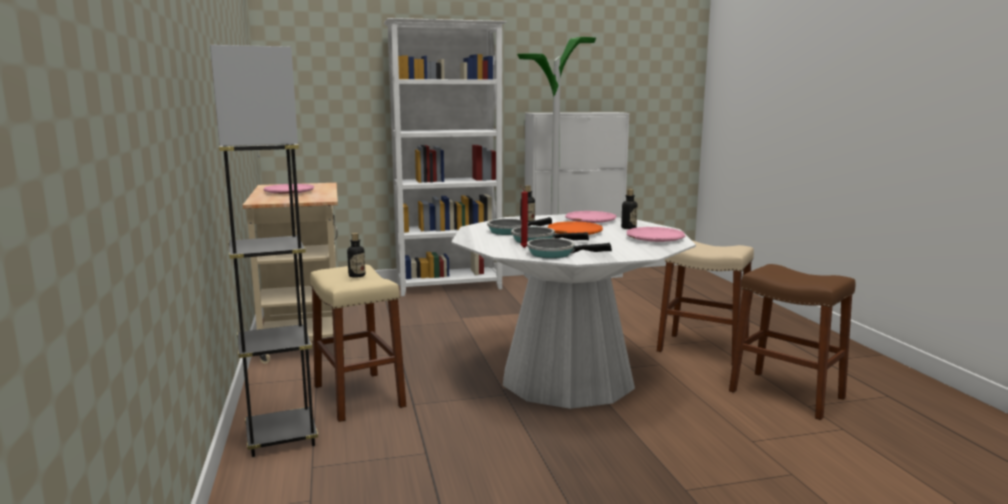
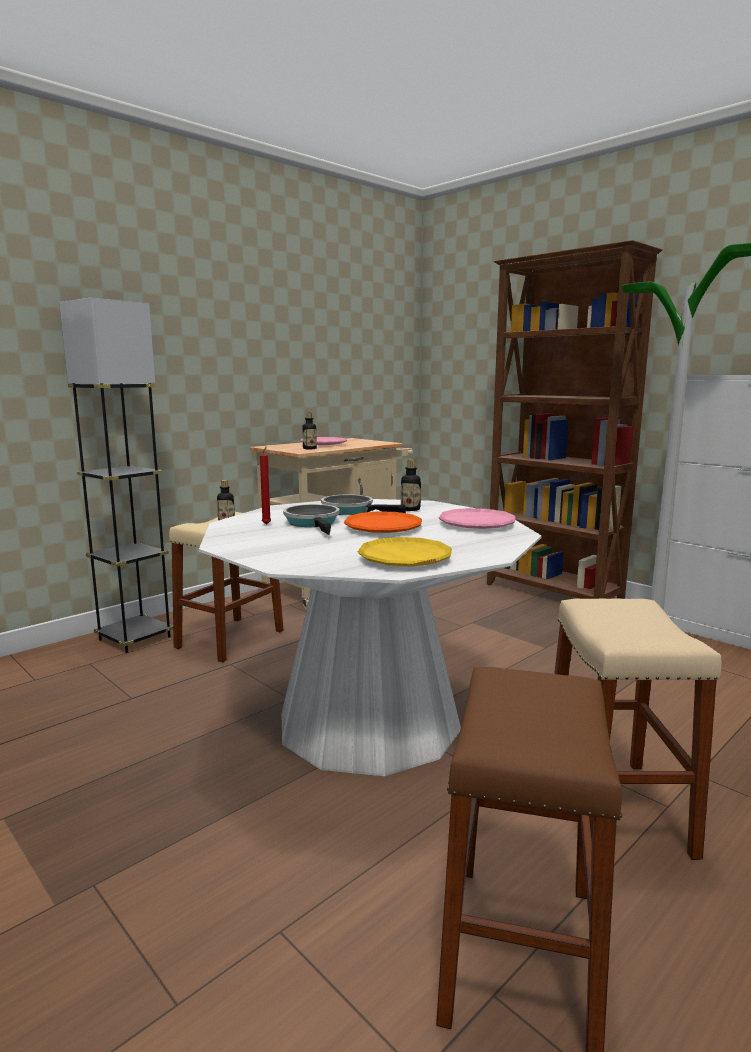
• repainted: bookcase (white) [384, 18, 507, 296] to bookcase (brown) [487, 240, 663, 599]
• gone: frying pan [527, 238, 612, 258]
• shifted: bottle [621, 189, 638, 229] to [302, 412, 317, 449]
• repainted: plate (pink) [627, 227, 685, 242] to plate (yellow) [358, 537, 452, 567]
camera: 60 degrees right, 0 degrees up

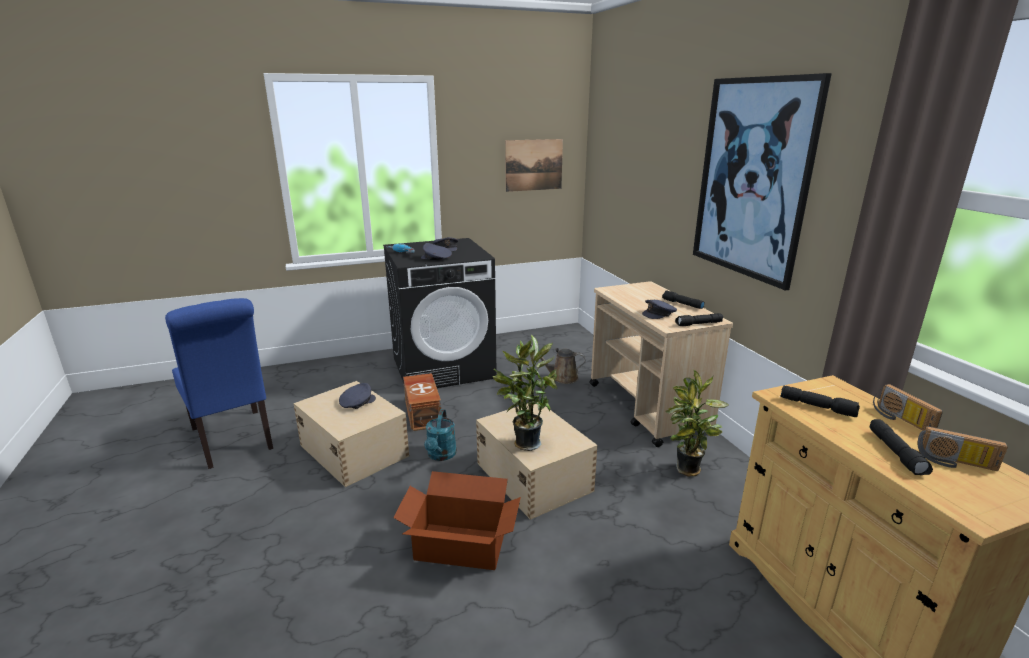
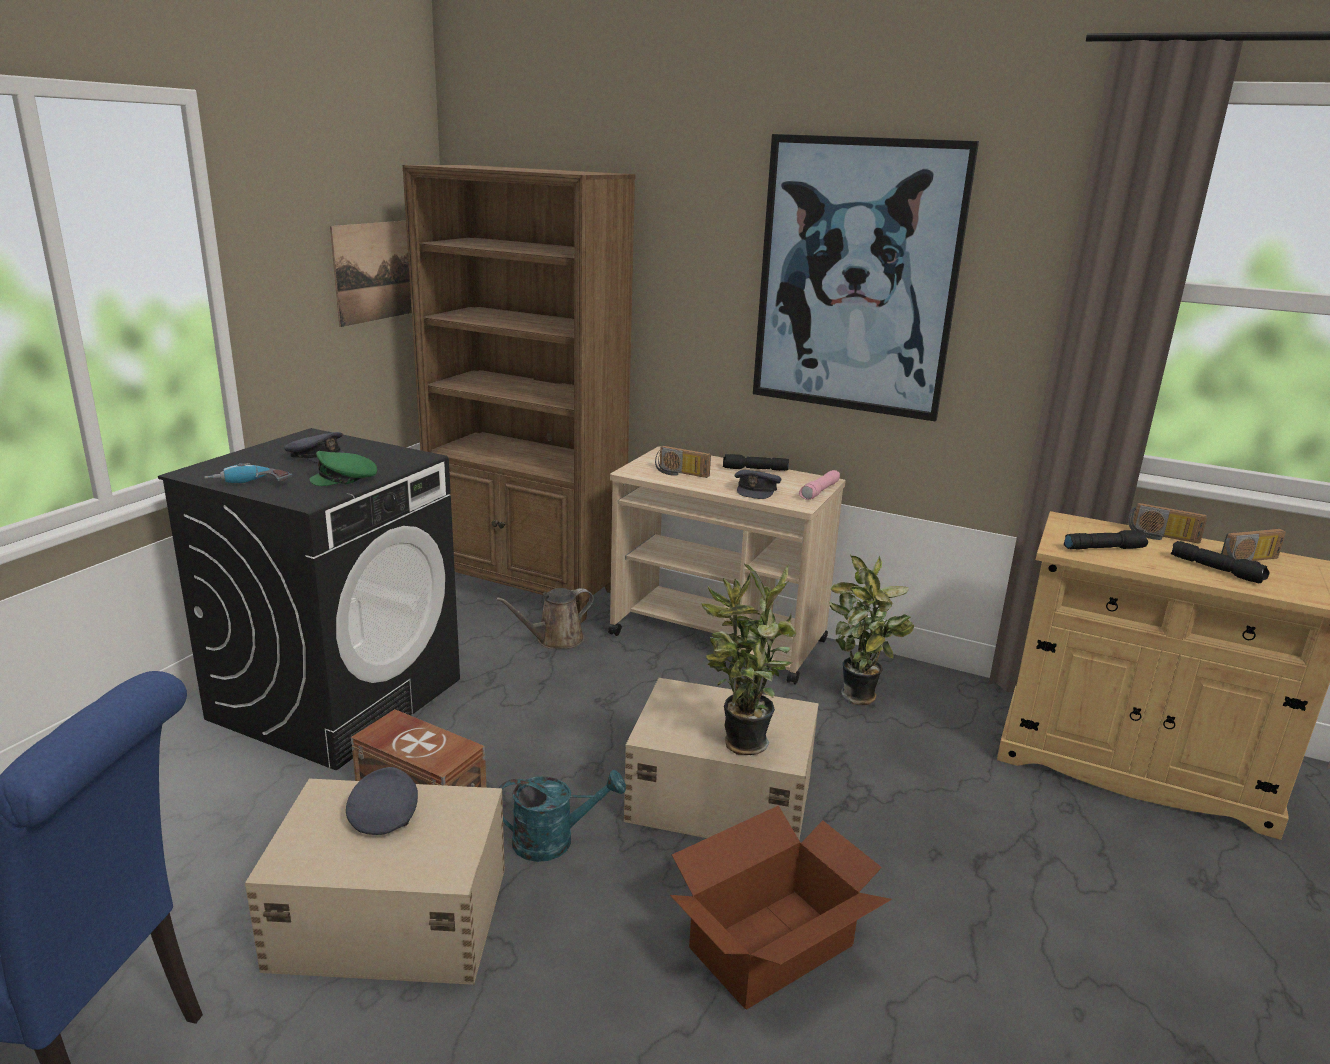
• repainted: cap (grey) [421, 243, 452, 260] to cap (green) [310, 451, 377, 486]
• rotated: watering can (turquoise) [424, 409, 457, 461] = [499, 770, 626, 862] 60 degrees counterclockwise
• repainted: flashlight (black) [675, 313, 723, 326] to flashlight (pink) [799, 470, 840, 500]
• new: bookcase (brown) [403, 165, 636, 623]
• new: radio [655, 446, 711, 478]
camera: 45 degrees left, 0 degrees up

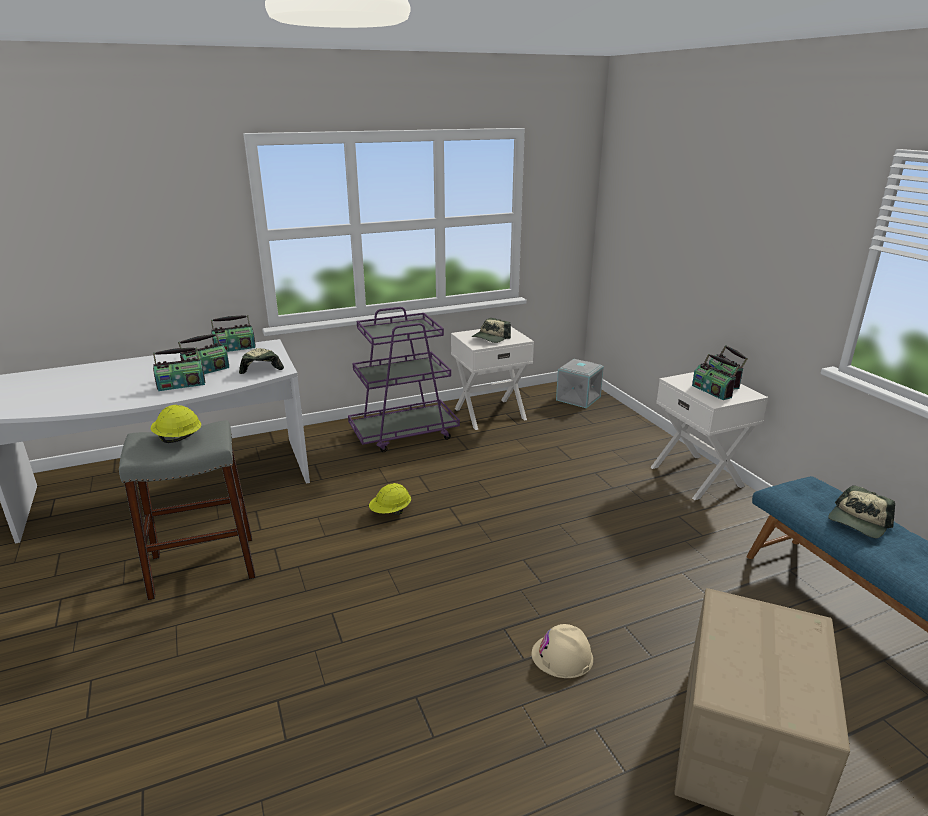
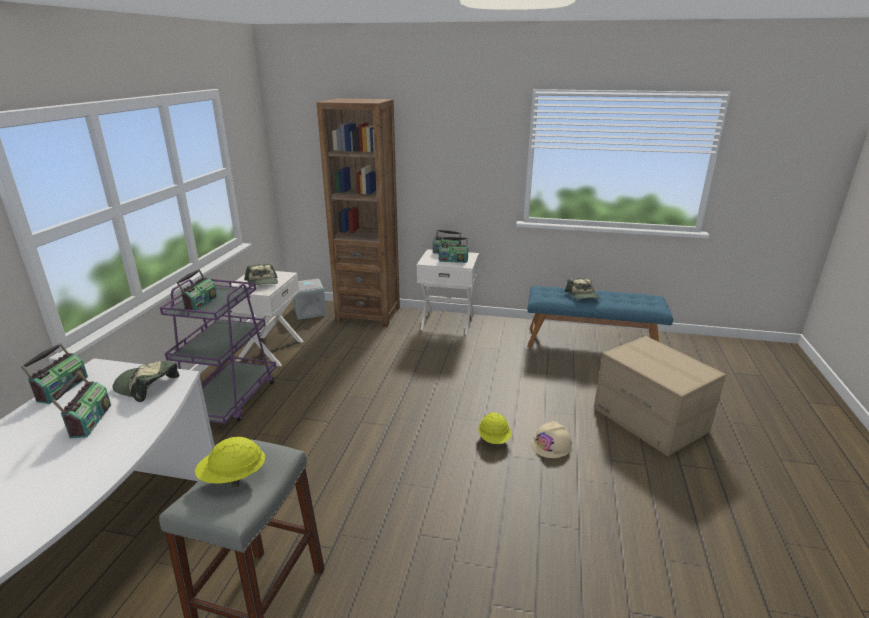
• shifted: radio [153, 347, 205, 391] to [176, 269, 217, 310]
• shifted: hard hat (yellow) [369, 483, 411, 515] to [478, 413, 511, 444]
• new: bookcase (brown) [317, 98, 400, 327]
camera: 55 degrees left, 0 degrees up

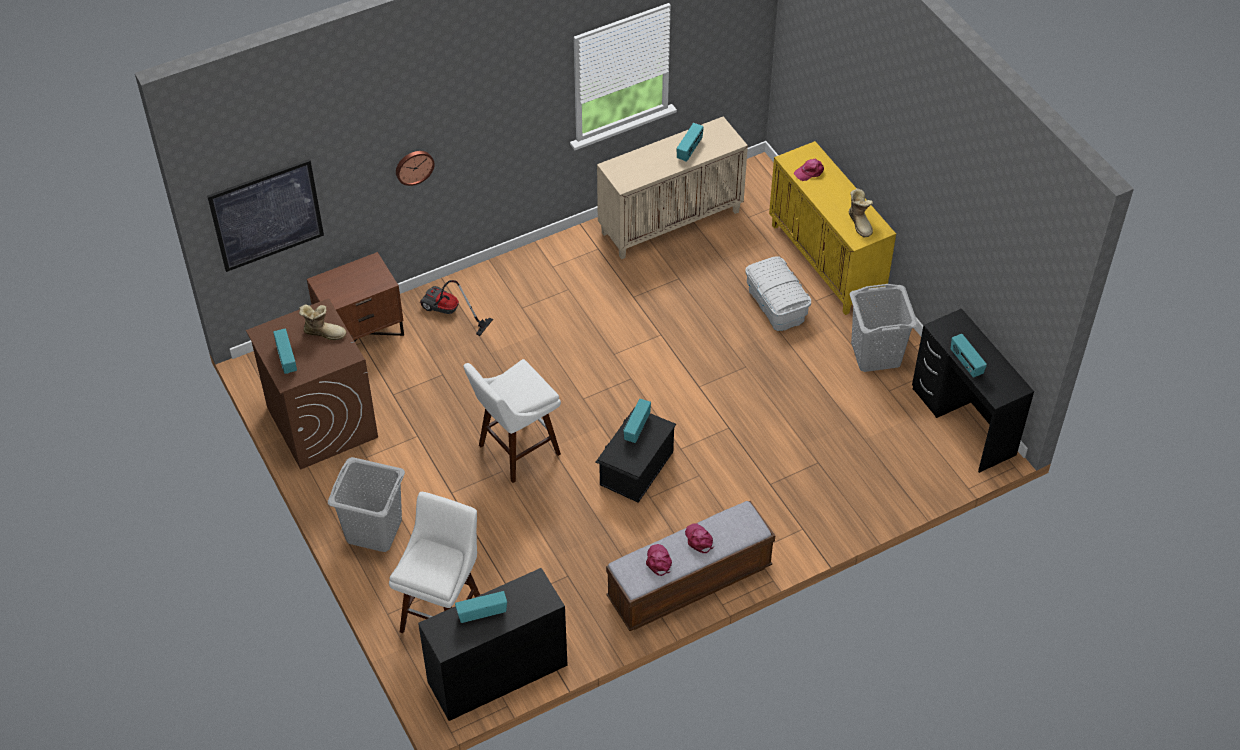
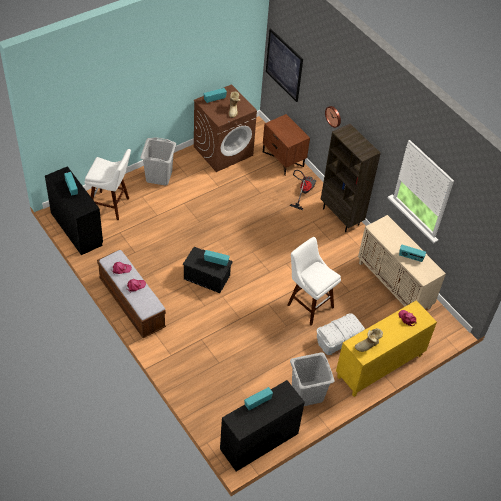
• shifted: stool (white) [463, 359, 561, 483] to [288, 237, 341, 326]
• new: bookcase (brown) [321, 124, 381, 232]
camera: 80 degrees right, 0 degrees up

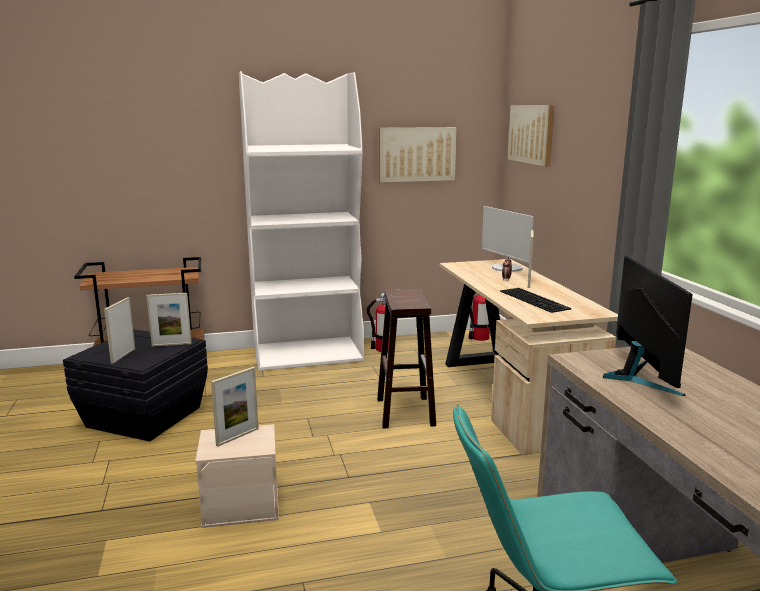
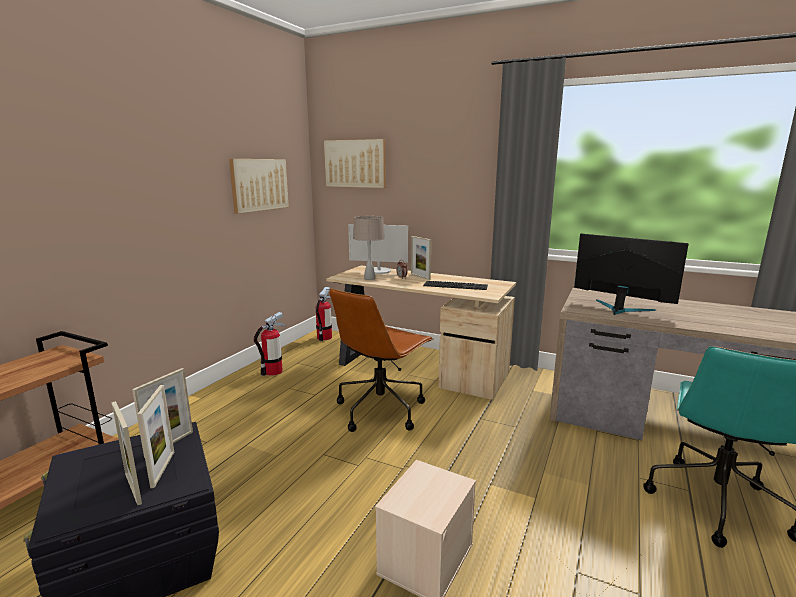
• shifted: picture frame [211, 367, 259, 447] to [137, 385, 174, 488]
• gone: bookcase (white) [239, 71, 364, 371]
• swapped: stool (brown) [377, 289, 436, 428] to office chair (brown) [329, 288, 433, 432]
• new: table lamp (beige) [353, 216, 385, 280]
camera: 50 degrees left, 0 degrees up

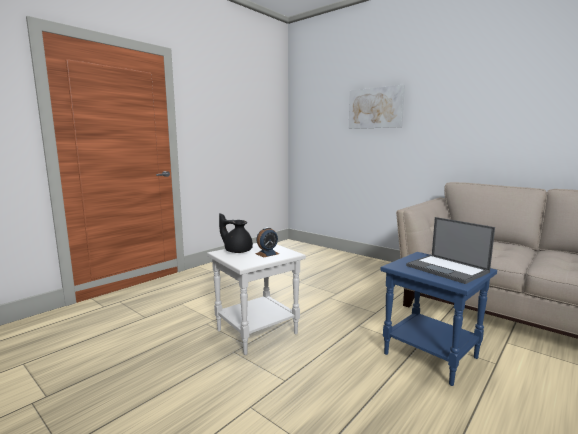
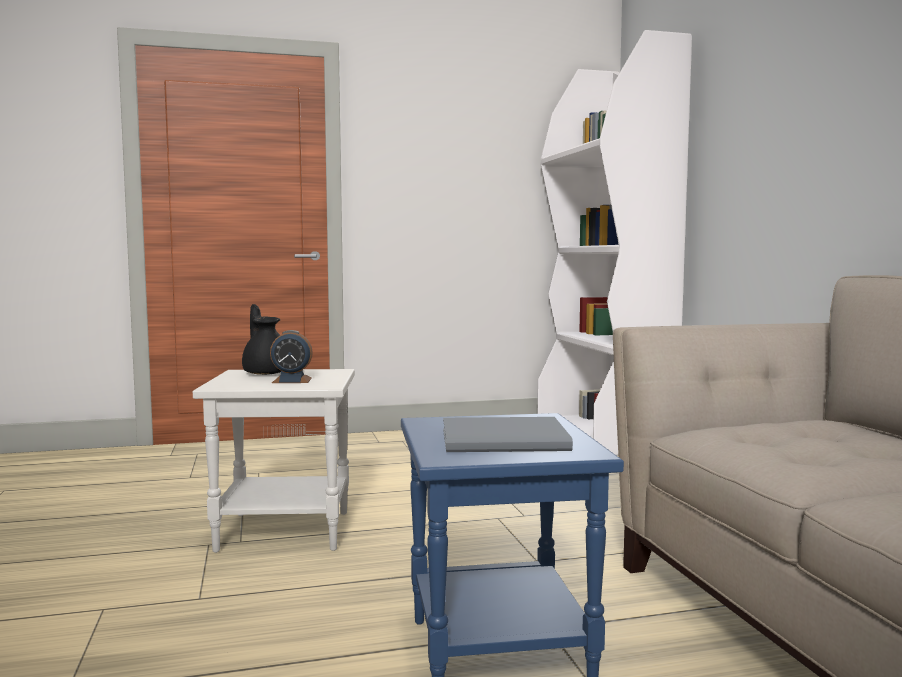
• gone: picture [349, 85, 405, 129]
• swapped: laptop [406, 217, 495, 284] to book (grey) [443, 417, 573, 452]
• new: bookcase (white) [537, 30, 692, 456]
camera: 35 degrees right, 5 degrees down

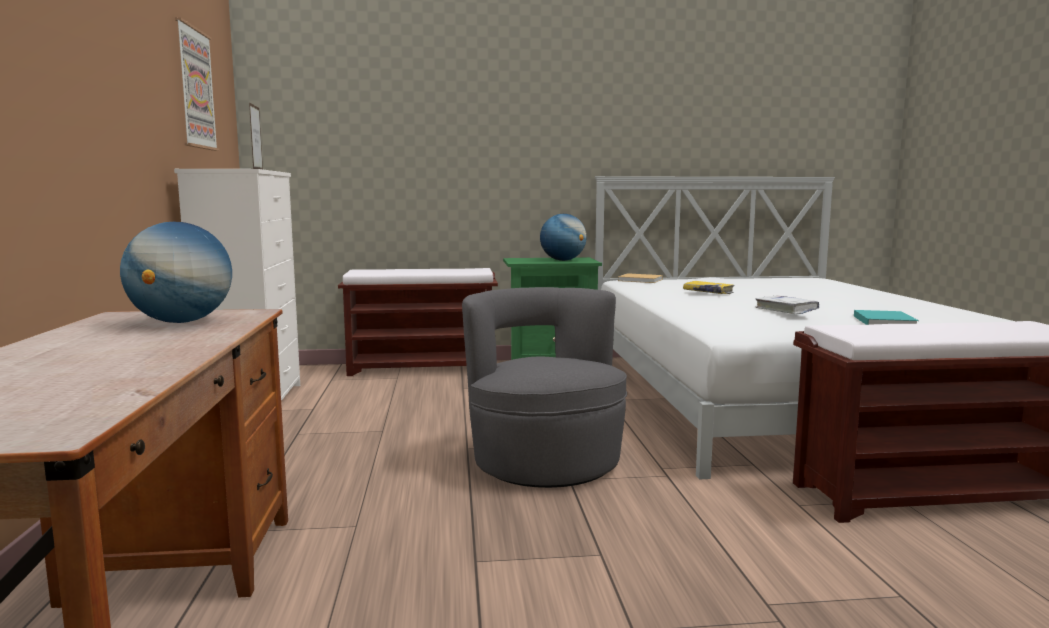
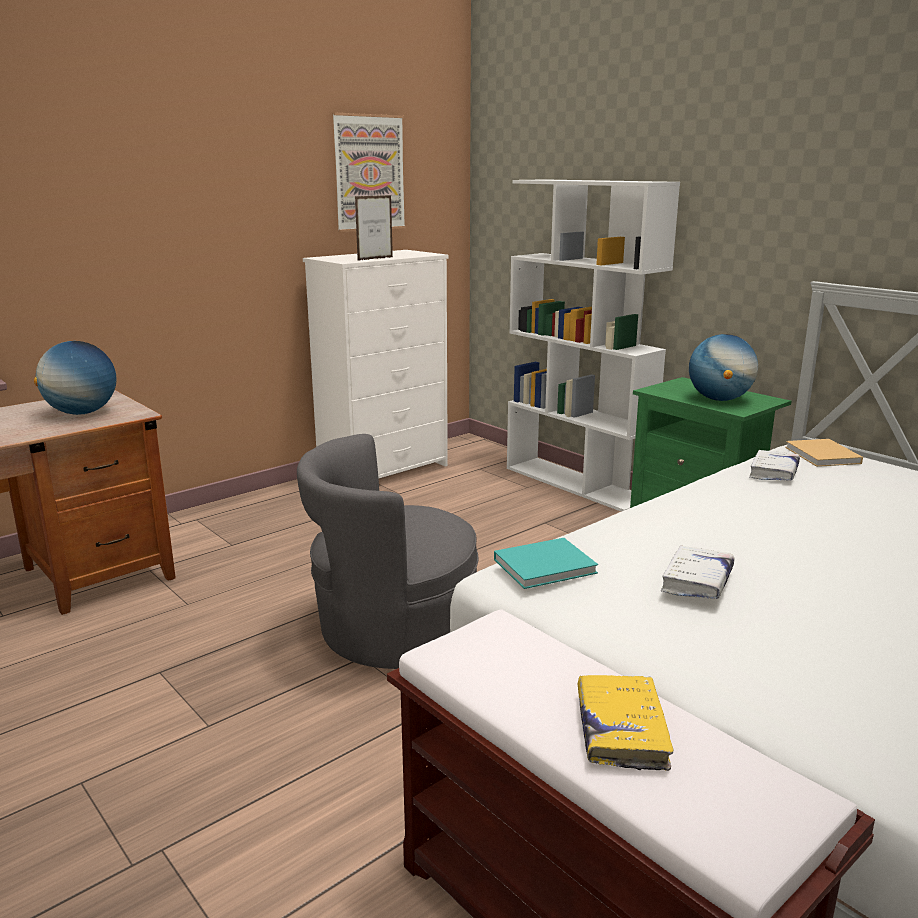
• swapped: bench (brown) [338, 268, 498, 376] to bookcase (white) [507, 179, 680, 512]
• rotated: armchair (grey) [462, 287, 627, 488] = [297, 434, 478, 669] 135 degrees counterclockwise
• shifted: book (yellow) [683, 281, 735, 294] to [578, 675, 673, 771]
• shifted: book (turquoise) [854, 310, 919, 325] to [494, 538, 598, 589]
• new: book (white) [749, 450, 800, 481]
camera: 55 degrees right, 10 degrees up

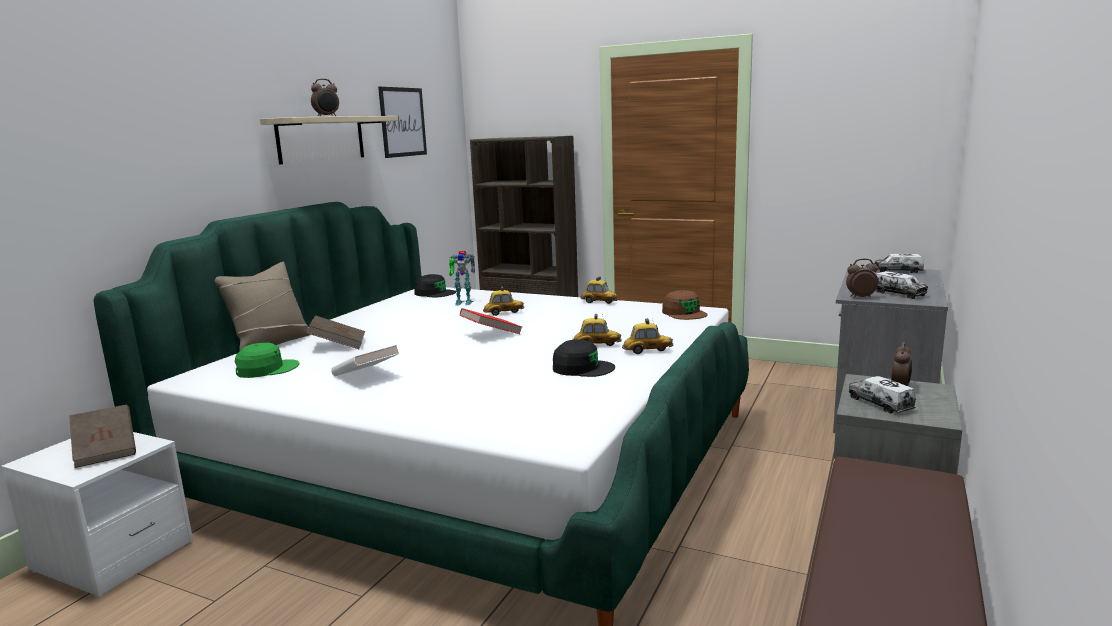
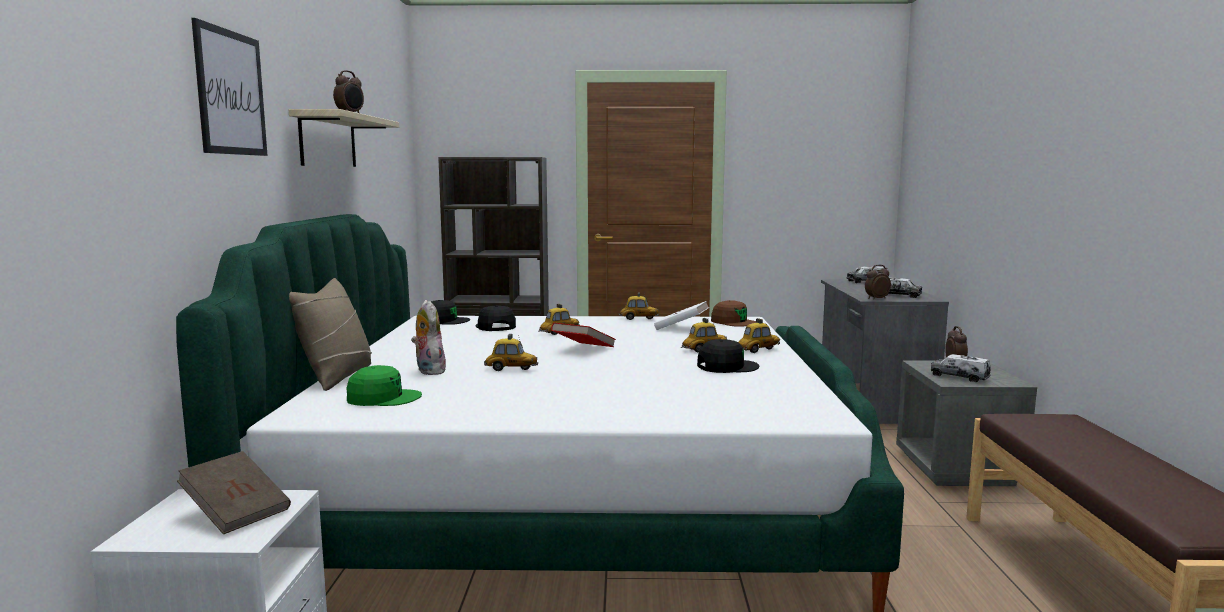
• rotated: cap (green) [235, 343, 299, 378] = [347, 365, 422, 406] 45 degrees clockwise
• swapped: book (brown) [307, 315, 365, 349] to plush toy [411, 300, 446, 375]
• shifted: book (white) [331, 345, 400, 376] to [654, 301, 709, 330]
• shifted: picture [378, 87, 427, 158] to [191, 18, 268, 156]
• swapped: toy robot [449, 251, 475, 306] to cap (black) [475, 306, 516, 331]
• new: toy car [484, 334, 538, 371]
camera: 25 degrees left, 5 degrees down

